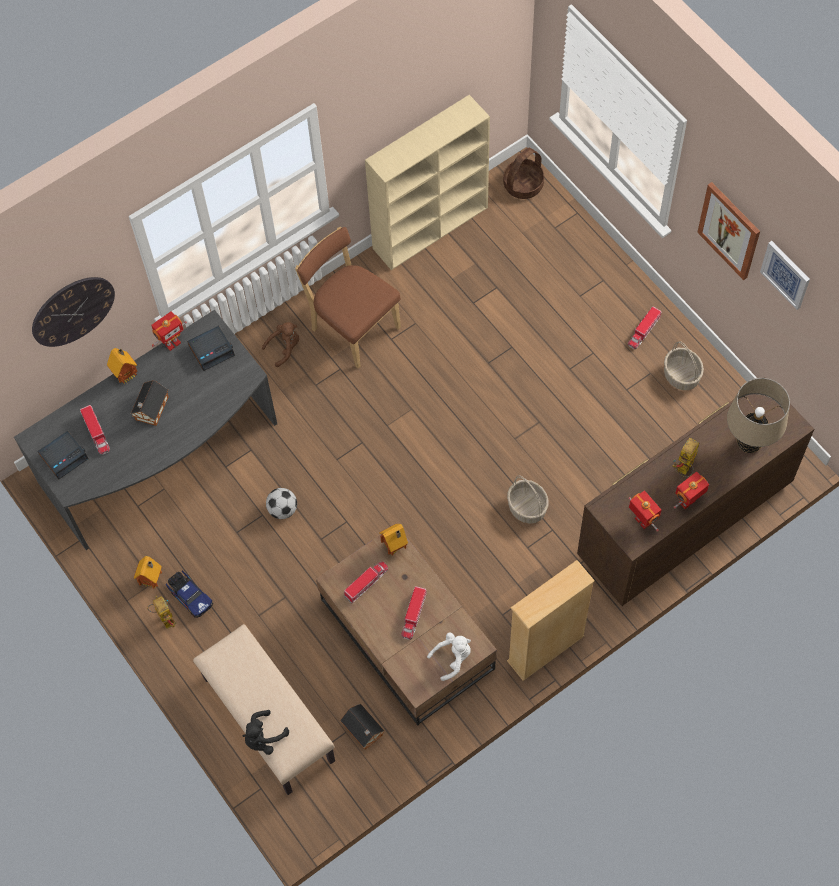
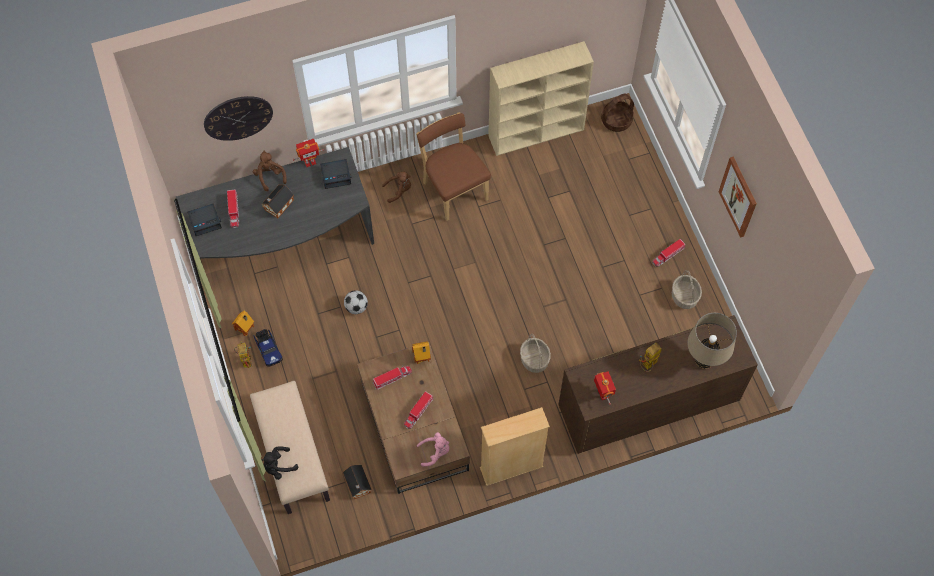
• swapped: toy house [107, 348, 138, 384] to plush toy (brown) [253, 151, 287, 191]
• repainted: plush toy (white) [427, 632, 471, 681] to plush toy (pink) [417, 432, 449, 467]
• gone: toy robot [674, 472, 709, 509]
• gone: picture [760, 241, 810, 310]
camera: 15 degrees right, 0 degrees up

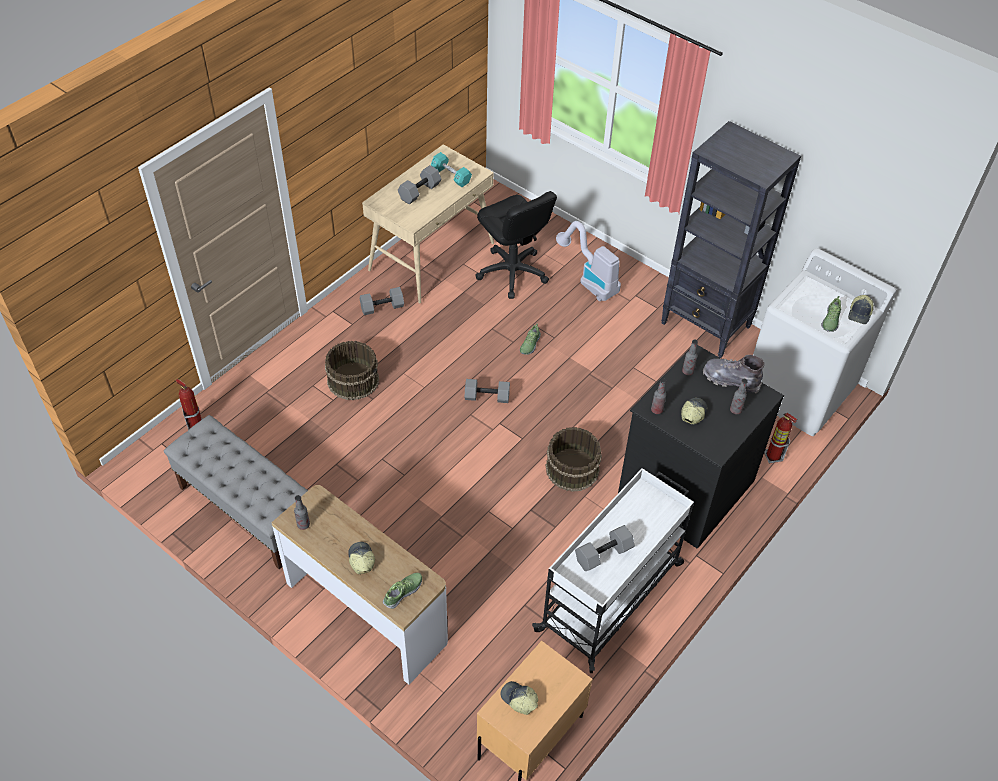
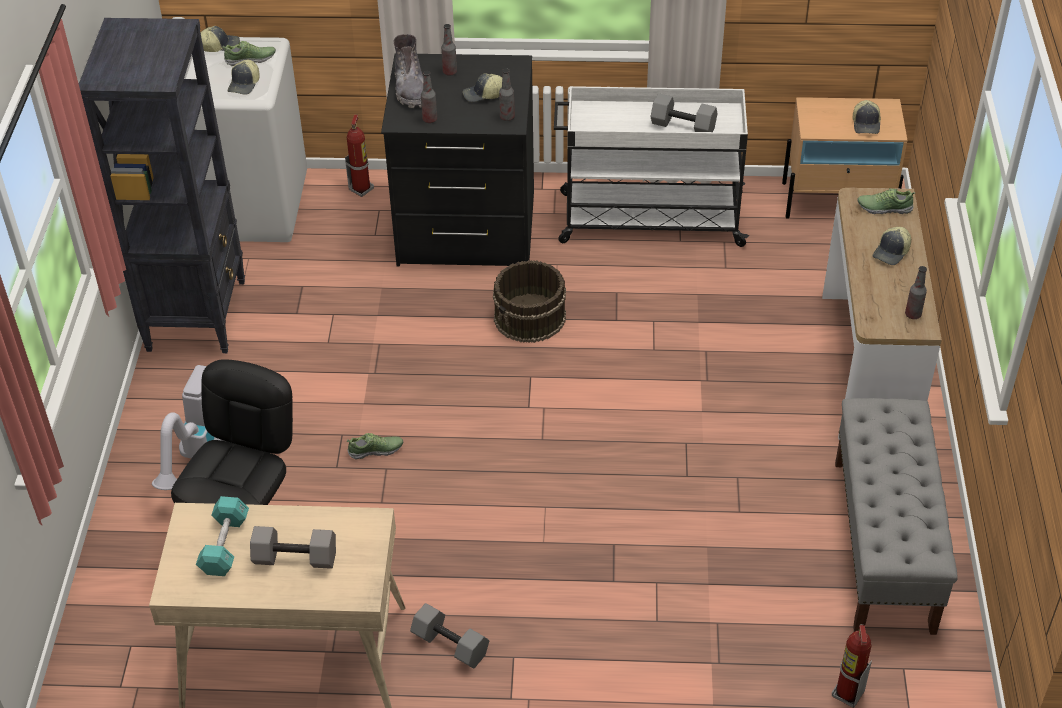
• gone: bucket (brown) [325, 341, 379, 400]
• gone: dumbbell (grey) [465, 379, 510, 403]
• new: cap [228, 60, 260, 95]
camera: 125 degrees left, 5 degrees down

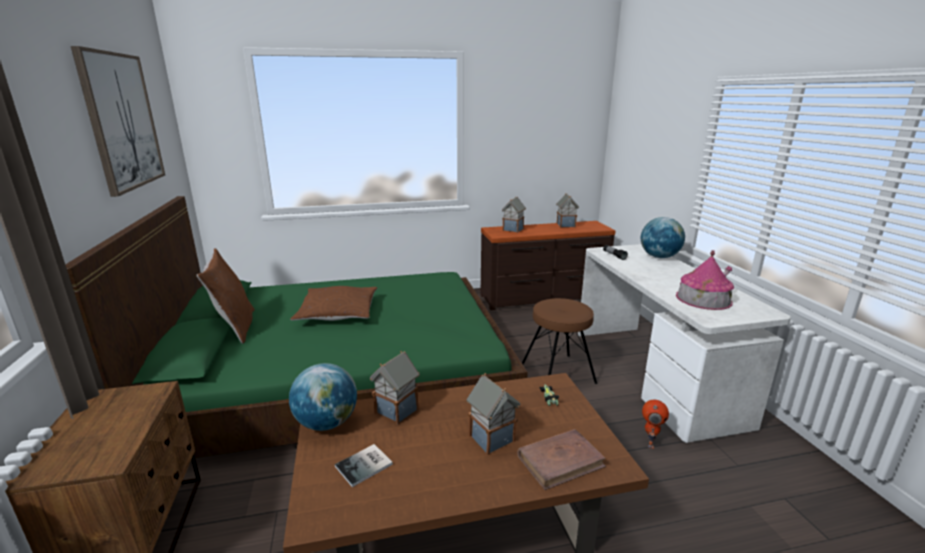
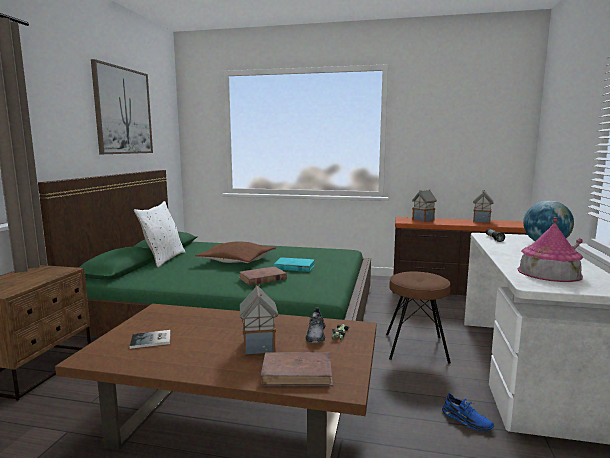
• repainted: pillow (brown) [197, 248, 254, 344] to pillow (white) [134, 201, 185, 267]
• gone: globe [289, 363, 357, 431]
• gone: toy house [370, 351, 420, 425]
• swapped: toy robot [642, 399, 669, 449] to shoe (blue) [442, 393, 494, 431]
• new: book (brown) [238, 266, 287, 285]
• new: book (turquoise) [274, 257, 315, 272]
• new: shoe (grey) [305, 307, 326, 343]
camera: 25 degrees right, 10 degrees down

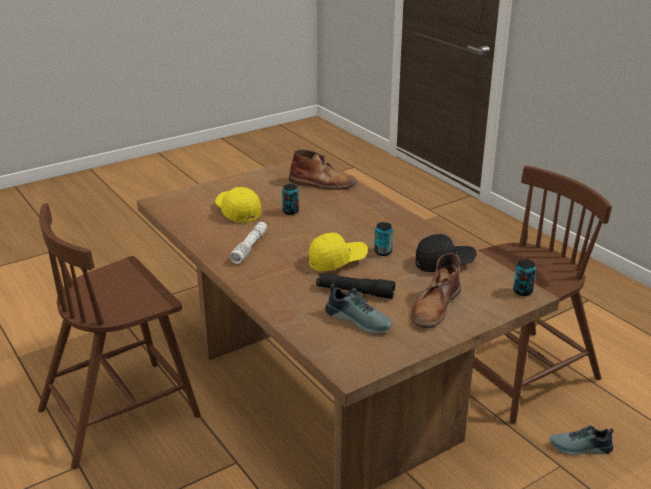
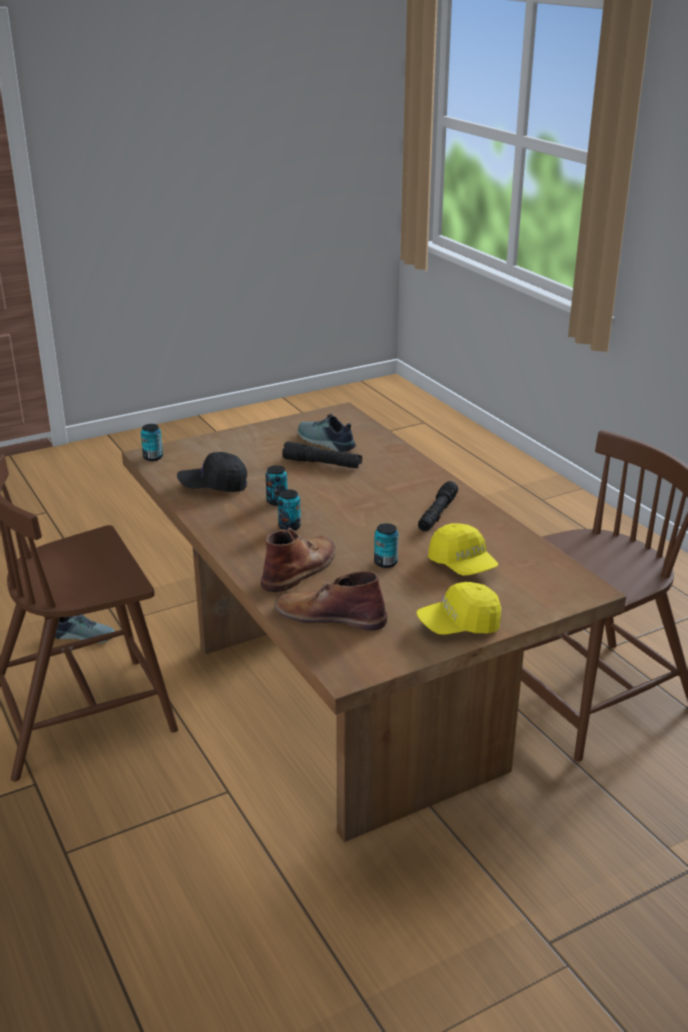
• repainted: flashlight (white) [230, 222, 267, 264] to flashlight (black) [418, 481, 458, 531]
• shifted: cap (yellow) [309, 232, 368, 272] to [417, 582, 501, 635]
• shifted: boot (brown) [411, 253, 461, 328] to [261, 528, 336, 592]
• new: can [278, 490, 301, 531]
camera: 175 degrees left, 0 degrees up

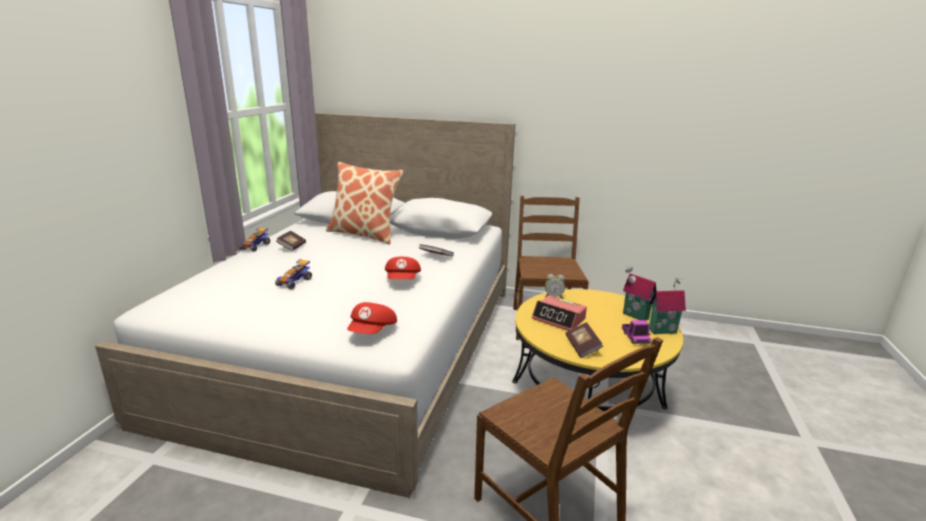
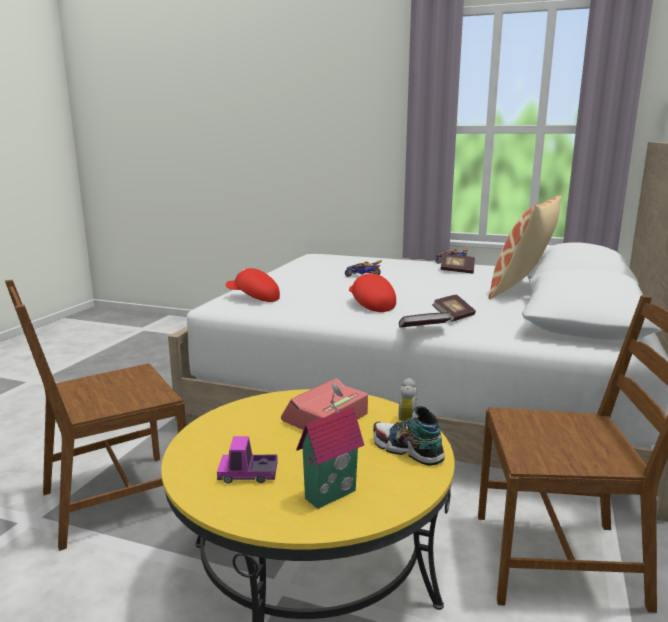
• rotated: cap (red) [385, 257, 421, 279] = [349, 273, 396, 312] 60 degrees clockwise
• shifted: book [566, 322, 603, 358] to [399, 312, 451, 328]
• gone: toy house [649, 276, 686, 334]
• new: shoe [373, 406, 445, 466]
camera: 95 degrees right, 5 degrees down

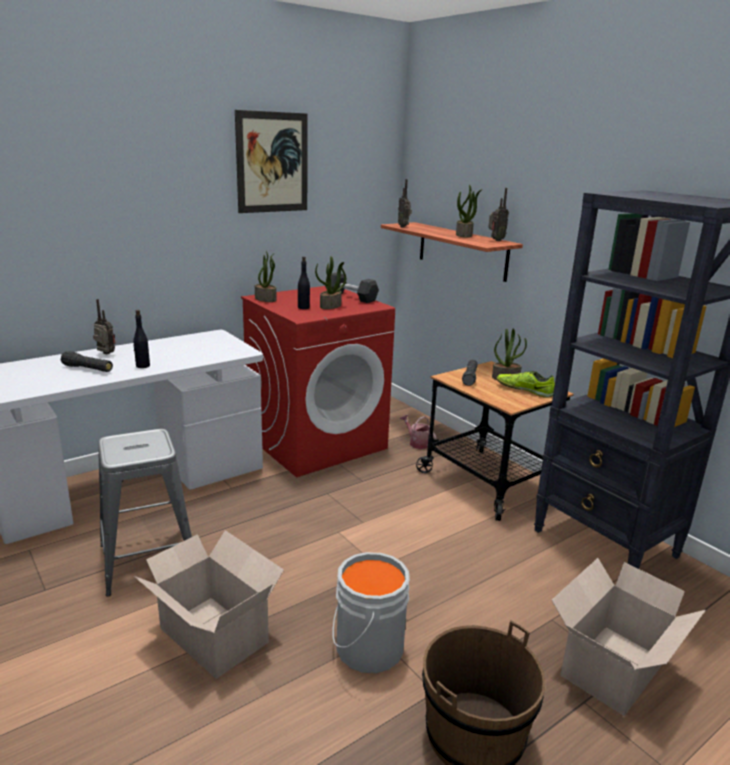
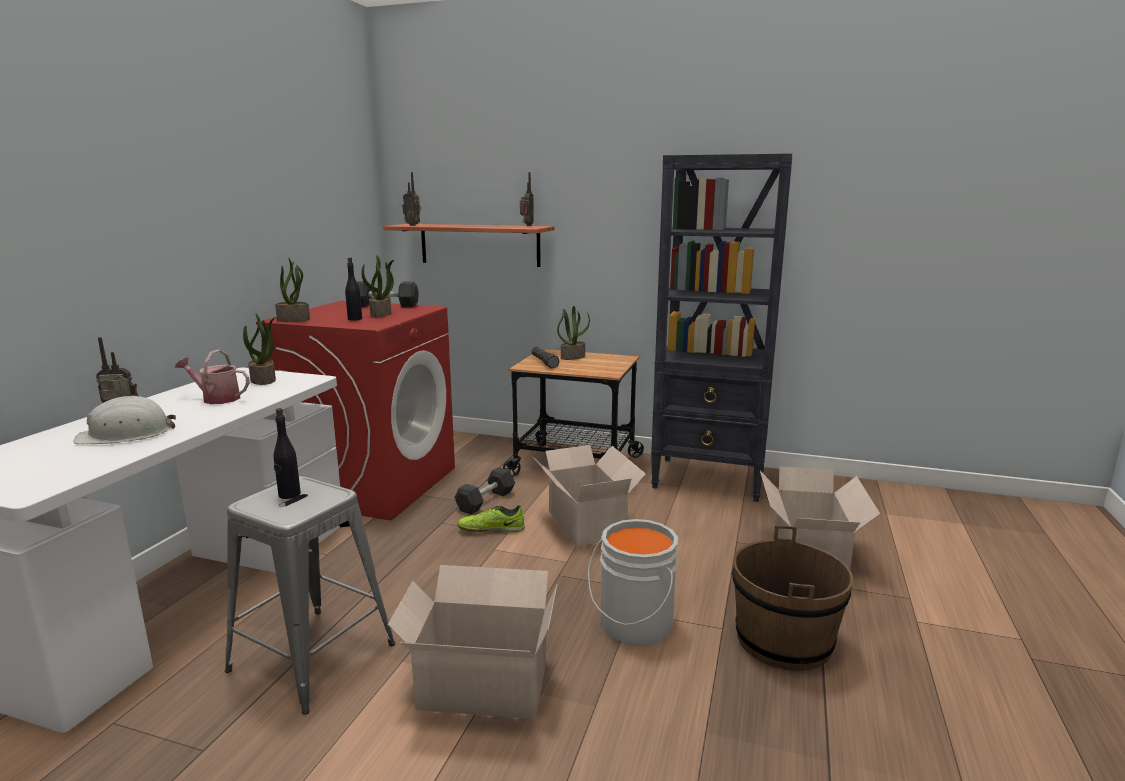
• swapped: flashlight (black) [61, 351, 113, 372] to hard hat (white) [73, 395, 176, 444]
• shifted: bottle (black) [133, 310, 150, 368] to [274, 408, 301, 499]
• gone: picture [235, 110, 308, 213]
• shifted: watering can [400, 415, 436, 449] to [175, 349, 250, 404]
• shifted: potted plant [456, 185, 482, 237] to [243, 314, 276, 385]
• shifted: shoe [497, 371, 555, 398] to [457, 505, 525, 532]
• new: dumbbell (black) [454, 467, 515, 515]
• new: cardboard box [532, 445, 646, 547]
camera: 35 degrees left, 5 degrees down

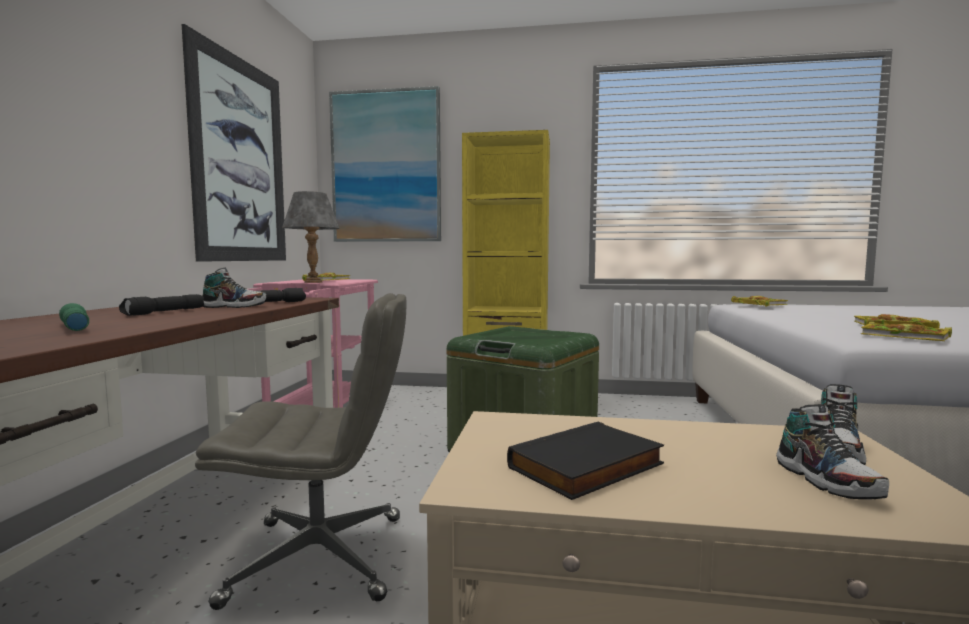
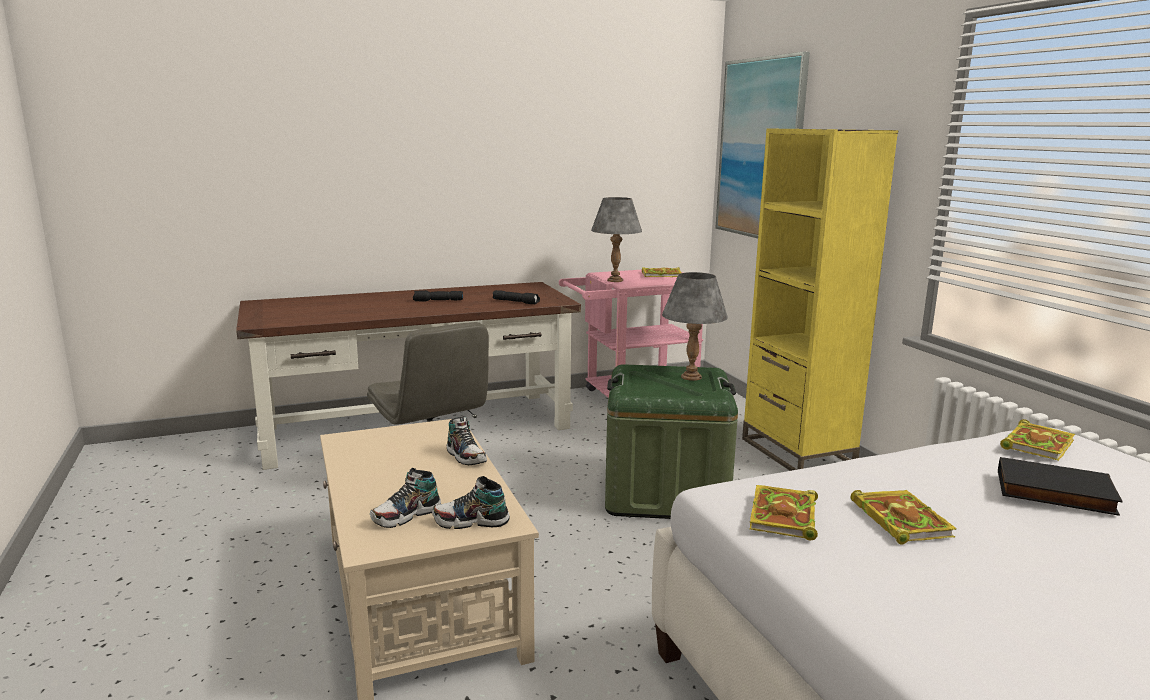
• gone: flashlight (green) [59, 303, 89, 331]
• gone: picture [182, 24, 286, 262]
• shifted: shoe [202, 268, 266, 308] to [447, 416, 487, 465]
• shifted: book (black) [507, 421, 664, 500] to [998, 457, 1123, 516]
• new: table lamp (grey) [662, 272, 728, 381]
camera: 60 degrees right, 10 degrees up

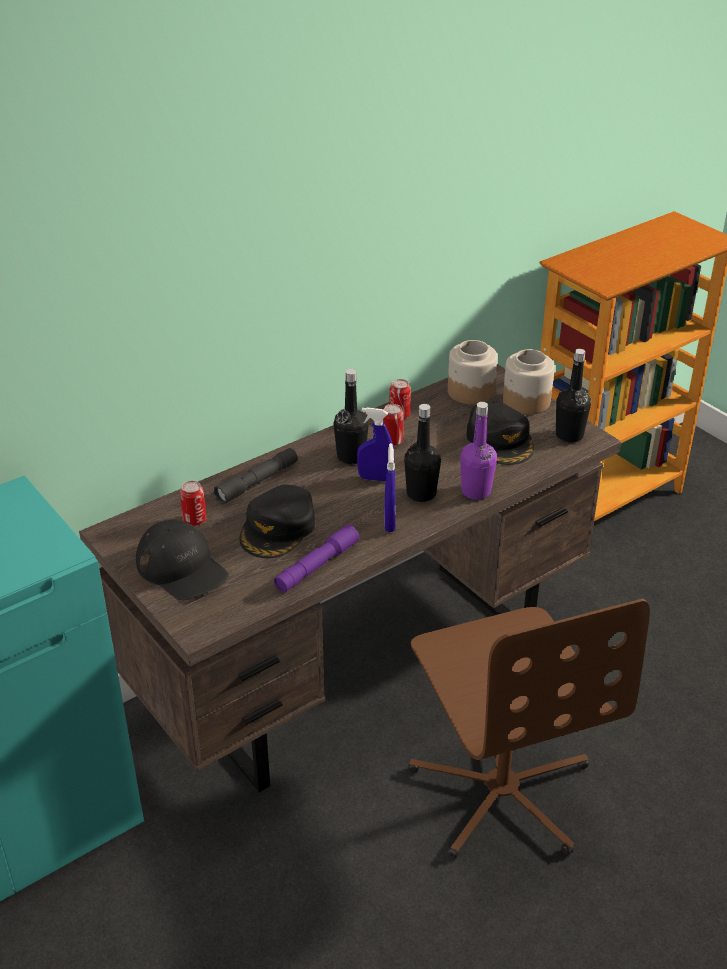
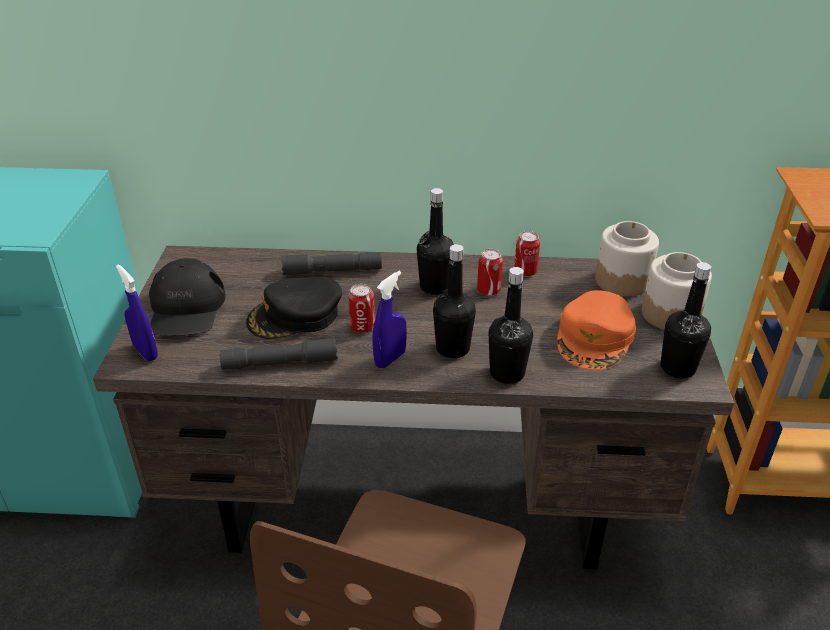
• shifted: can [180, 481, 207, 526] to [348, 284, 375, 333]
• repainted: flashlight (purple) [274, 524, 360, 593] to flashlight (grey) [220, 337, 338, 370]
• shifted: spray bottle (blue) [357, 407, 394, 482] to [116, 264, 158, 361]
• repainted: bottle (purple) [460, 402, 497, 500] to bottle (black) [489, 267, 533, 384]
• repainted: cap (black) [467, 401, 534, 465] to cap (orange) [557, 290, 636, 370]
camera: 40 degrees right, 0 degrees up

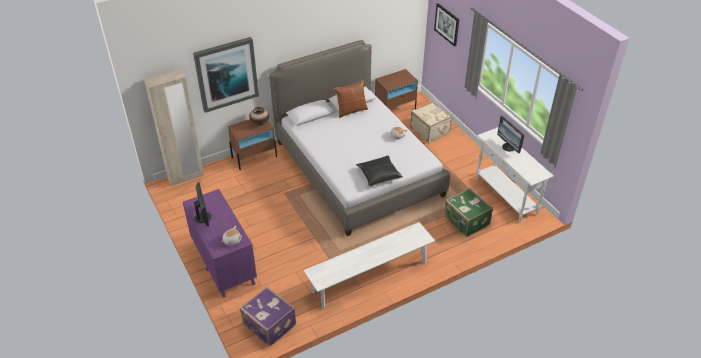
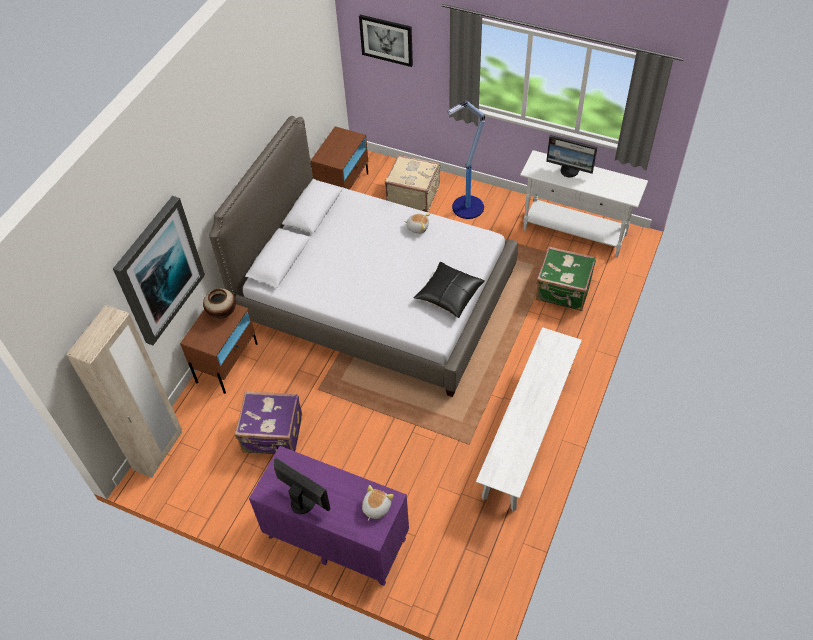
• shifted: suitcase (purple) [240, 286, 296, 346] to [235, 391, 302, 454]
• gone: pillow (brown) [334, 80, 368, 118]
• new: floor lamp [447, 100, 485, 219]
camera: 35 degrees left, 10 degrees up

